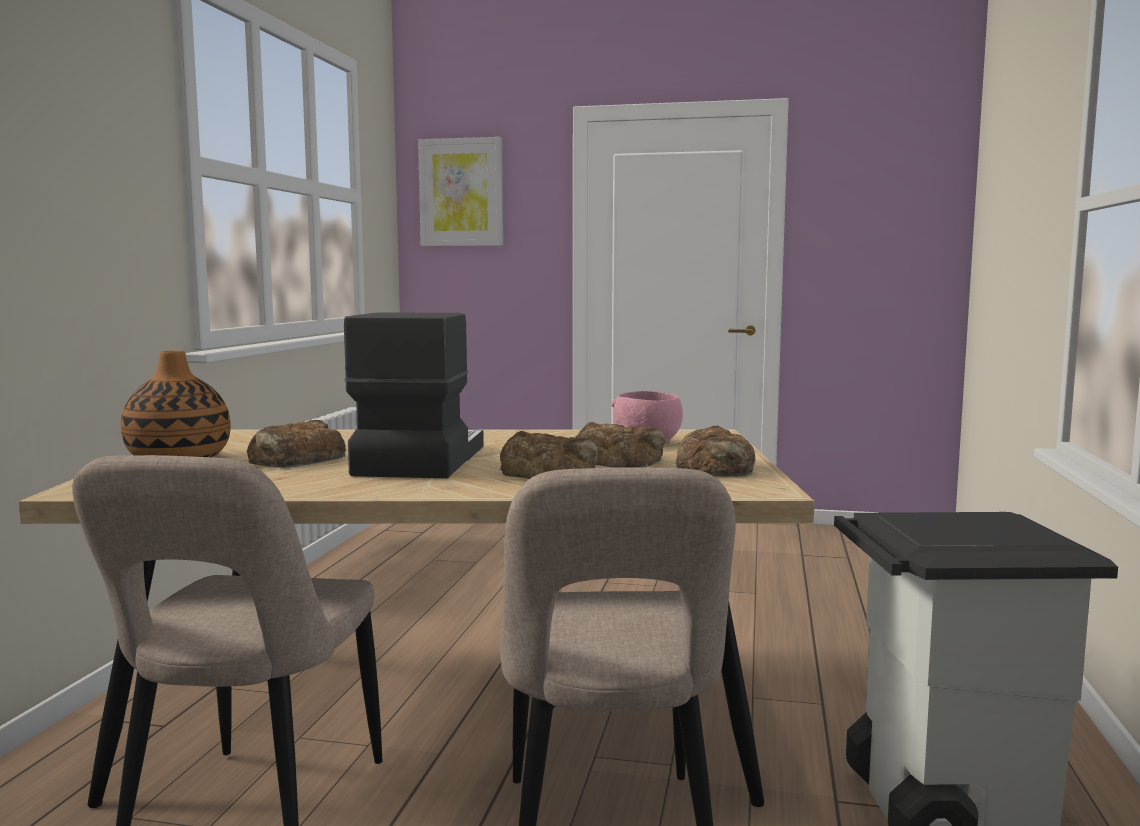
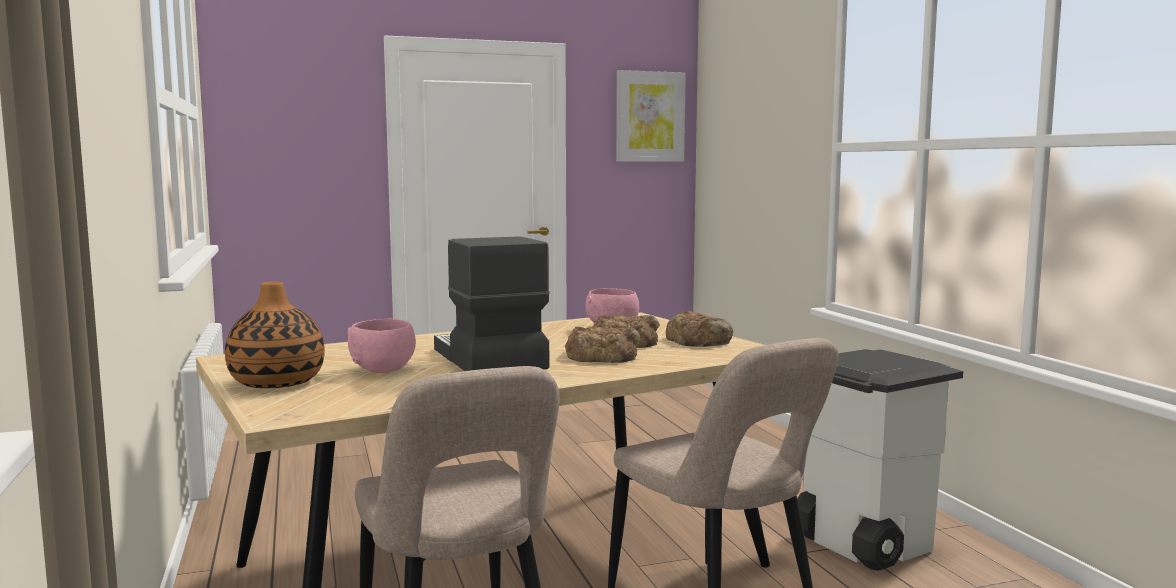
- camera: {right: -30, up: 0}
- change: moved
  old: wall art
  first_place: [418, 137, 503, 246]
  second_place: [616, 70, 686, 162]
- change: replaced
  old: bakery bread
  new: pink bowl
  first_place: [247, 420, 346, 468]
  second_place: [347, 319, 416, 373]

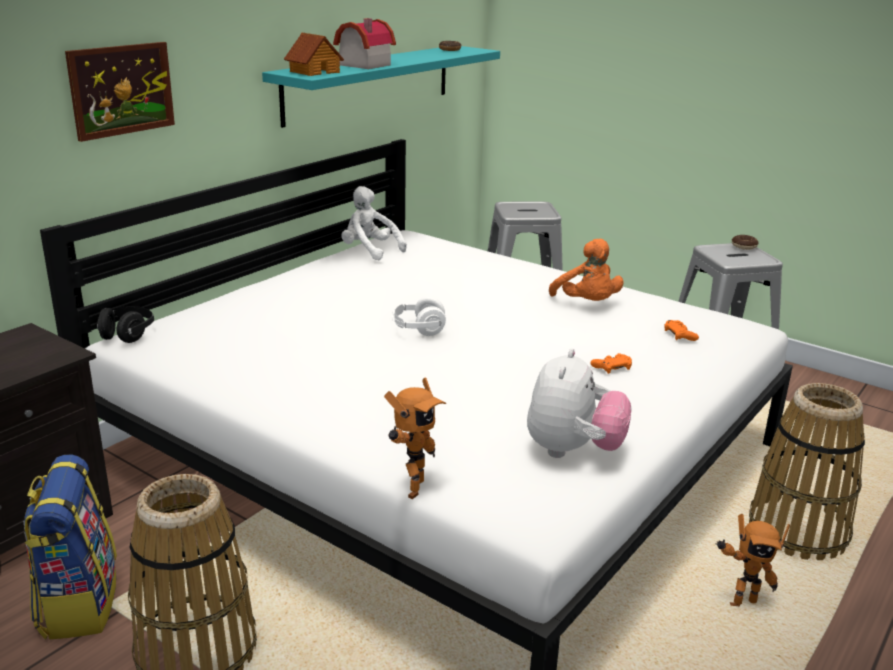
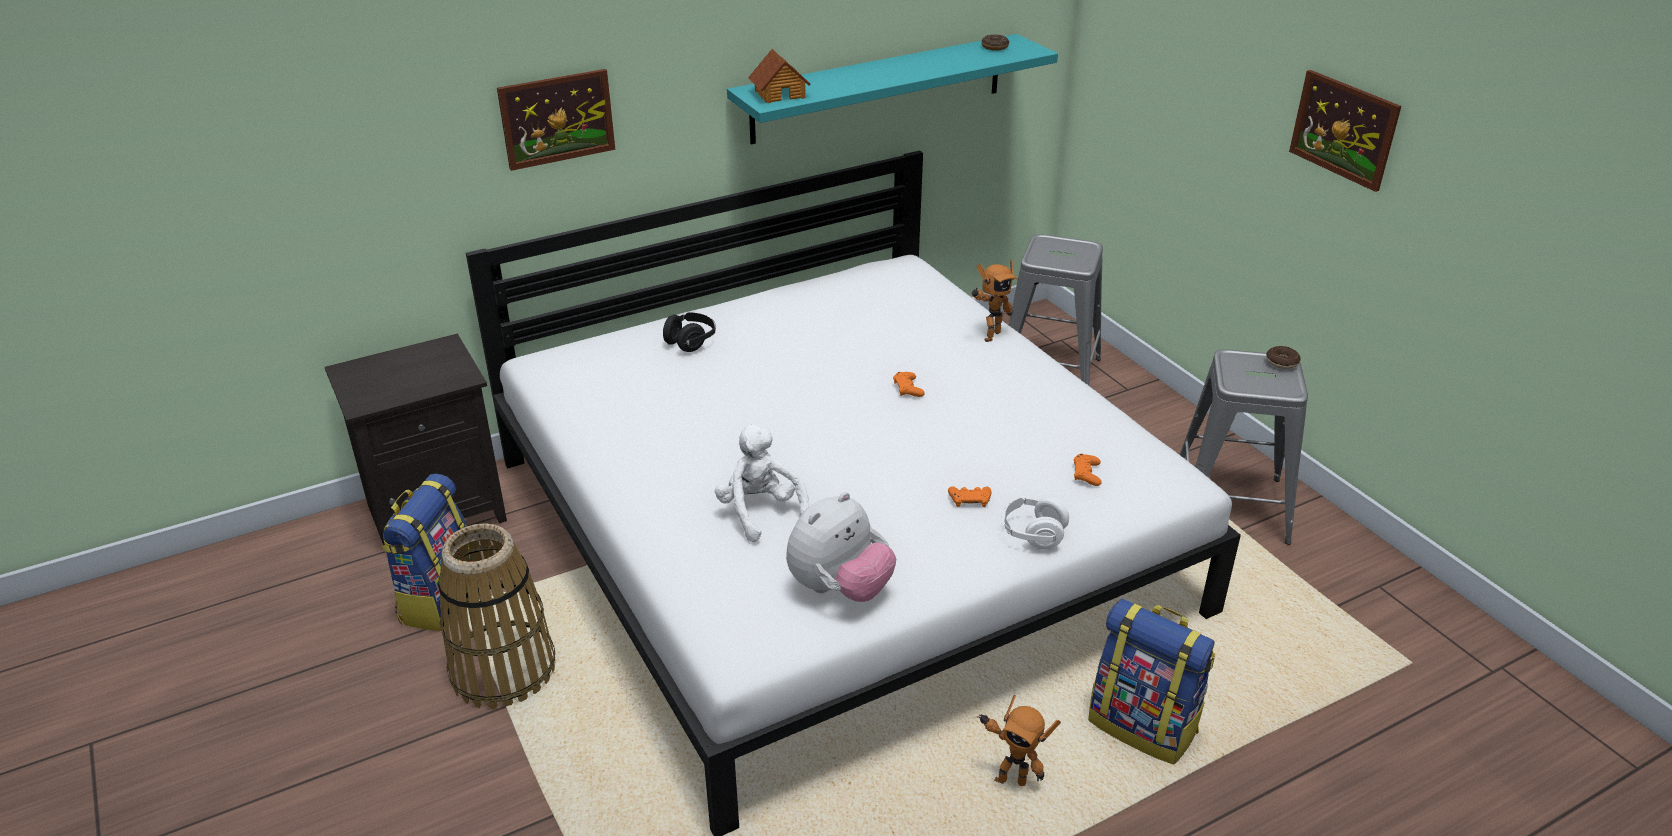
- camera: {right: 25, up: 10}
- change: removed
  old: miniature house
  first_place: [333, 18, 396, 69]
- change: moved
  old: whitish plush toy
  first_place: [341, 186, 407, 260]
  second_place: [715, 424, 809, 542]
- change: removed
  old: orange plush toy
  first_place: [549, 239, 624, 301]
- change: moved
  old: whitish headset
  first_place: [392, 297, 446, 336]
  second_place: [1001, 497, 1069, 549]
- change: moved
  old: blackish headset
  first_place: [97, 306, 154, 343]
  second_place: [663, 313, 716, 352]
- change: moved
  old: toy robot
  first_place: [384, 377, 446, 499]
  second_place: [972, 260, 1019, 342]
- change: replaced
  old: household basket
  new: backpack
  first_place: [749, 383, 865, 560]
  second_place: [1088, 599, 1215, 765]
- change: added
  new: wall art
  second_place: [1289, 70, 1401, 192]
- change: added
  new: orange game controller
  second_place: [893, 372, 925, 397]

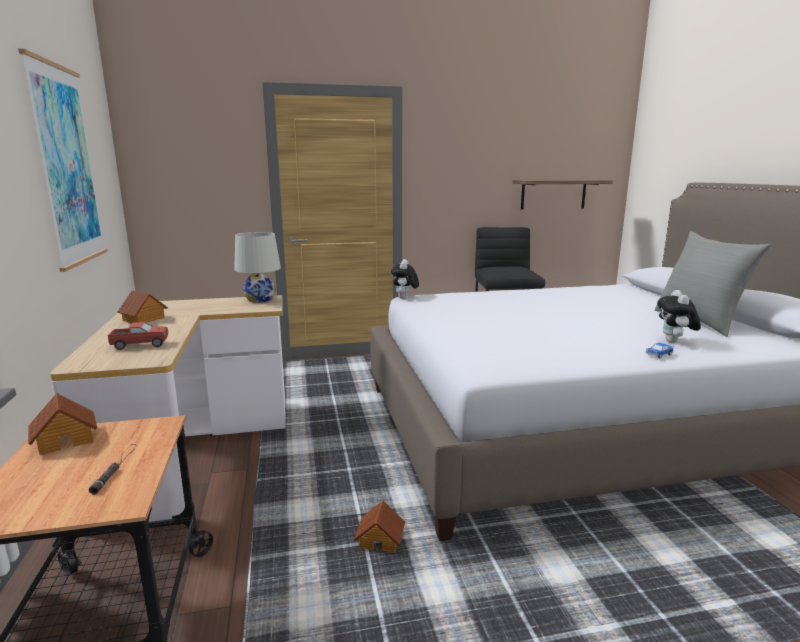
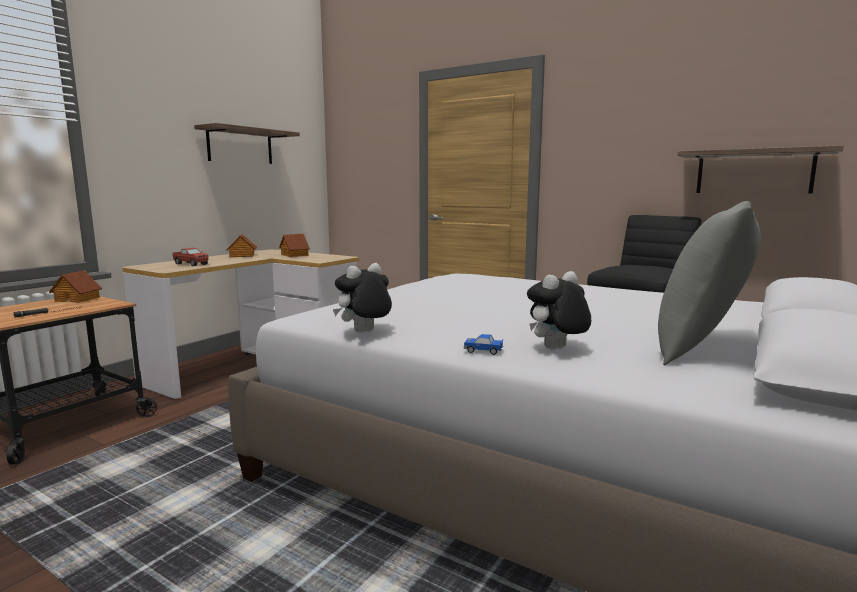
- camera: {right: 45, up: -5}
- change: replaced
  old: wall art
  new: shelf
  first_place: [18, 49, 108, 272]
  second_place: [194, 123, 300, 164]
- change: removed
  old: whitish lamp for a table
  first_place: [234, 232, 281, 303]
- change: moved
  old: plush toy
  first_place: [391, 259, 419, 299]
  second_place: [333, 263, 392, 333]
- change: moved
  old: miniature house
  first_place: [354, 500, 405, 553]
  second_place: [279, 234, 310, 257]

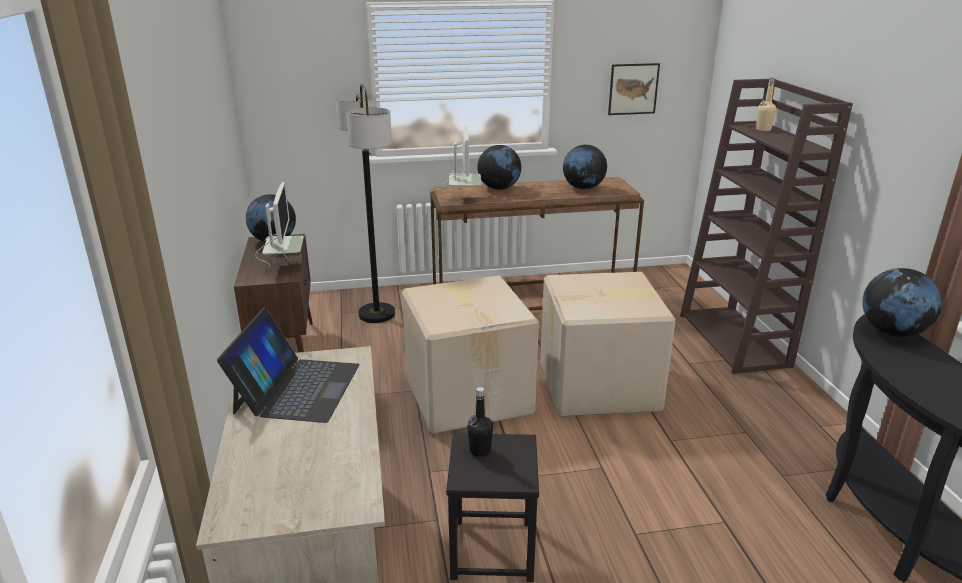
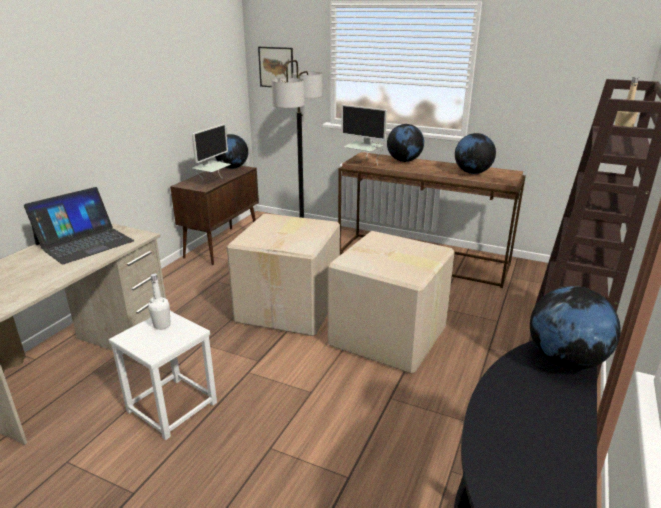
- camera: {right: 35, up: 0}
- change: moved
  old: wall art
  first_place: [608, 63, 660, 115]
  second_place: [258, 47, 293, 87]
- change: turned
  old: computer display
  first_place: [441, 125, 482, 199]
  second_place: [341, 105, 387, 165]
  degrees: 90
- change: recoloured
  old: blackish beverage bottle
  new: whitish beverage bottle
  first_place: [467, 387, 493, 457]
  second_place: [148, 273, 171, 330]
- change: recoloured
  old: blackish stool
  new: whitish stool
  first_place: [446, 433, 539, 582]
  second_place: [109, 311, 217, 440]

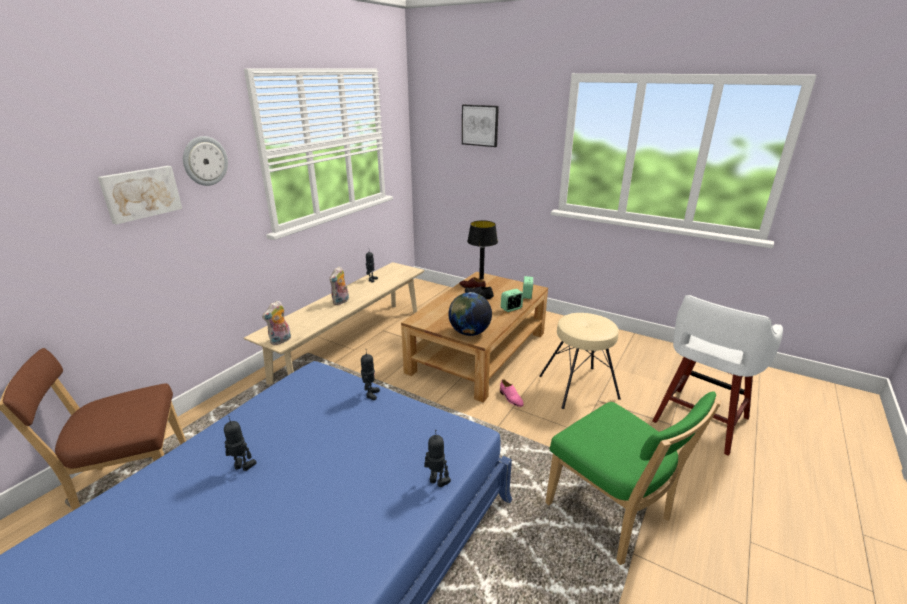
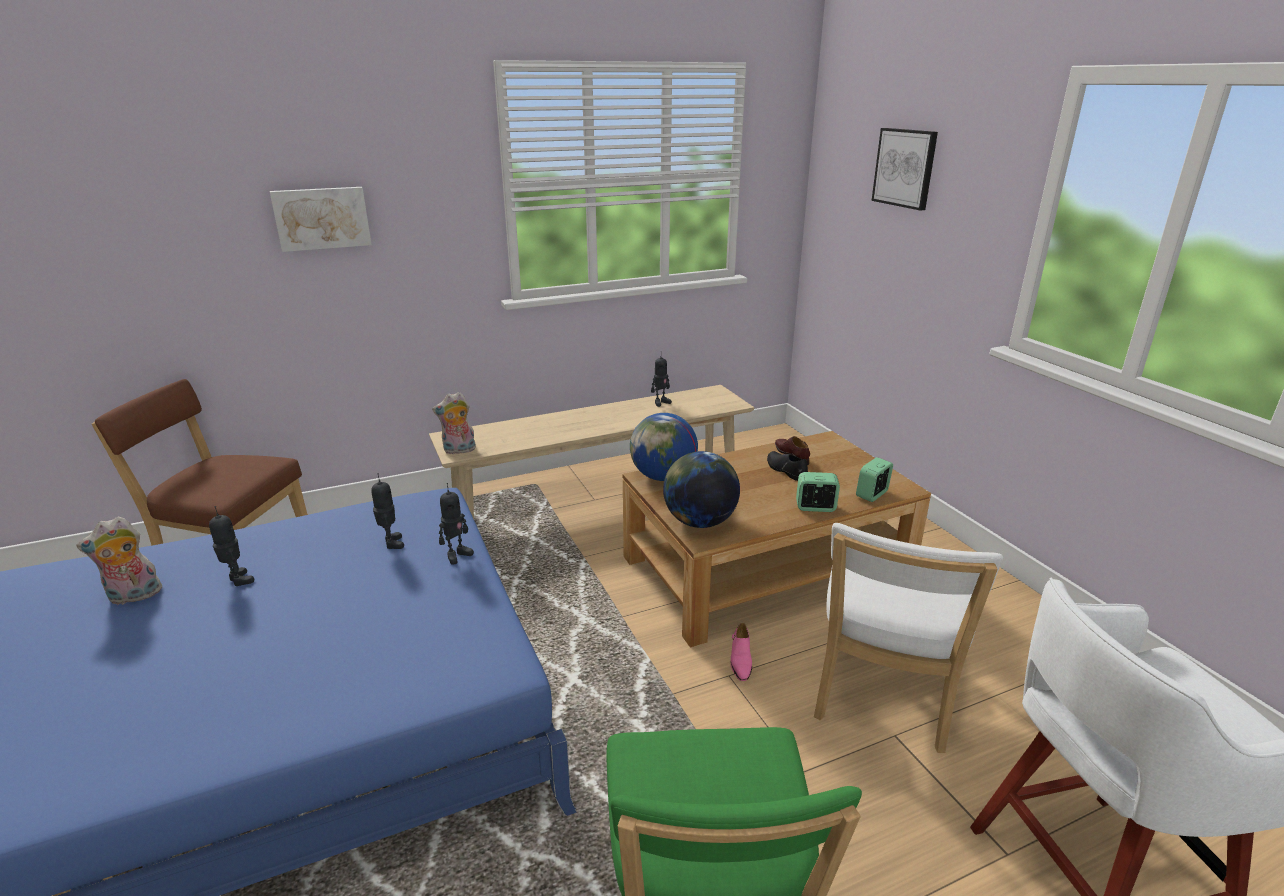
- camera: {right: 35, up: 0}
- change: removed
  old: clock on the wall
  first_place: [183, 136, 228, 186]
- change: removed
  old: blackish lamp for a table
  first_place: [467, 220, 498, 280]
- change: moved
  old: plush toy
  first_place: [329, 266, 349, 305]
  second_place: [76, 517, 162, 605]
- change: replaced
  old: sand-coloured stool
  new: whitish chair
  first_place: [539, 313, 621, 409]
  second_place: [814, 523, 1003, 753]
- change: moved
  old: toy robot
  first_place: [424, 430, 451, 487]
  second_place: [371, 473, 404, 549]
- change: added
  new: desk globe
  second_place: [630, 413, 698, 481]

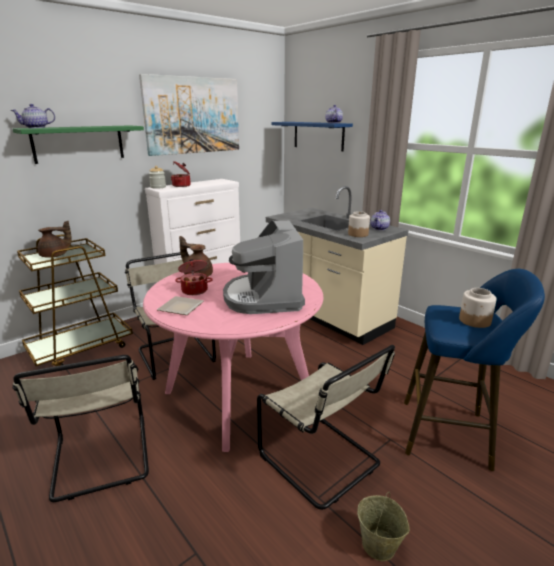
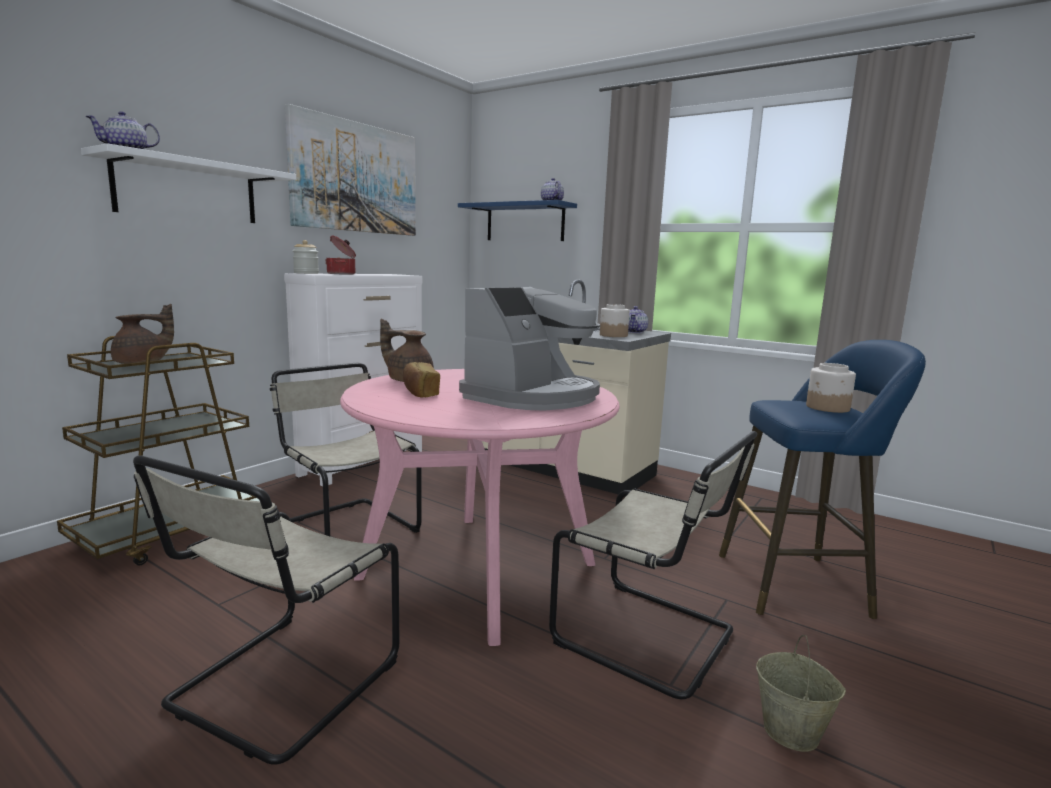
- camera: {right: -15, up: -10}
- change: recoloured
  old: greenish shelf
  new: whitish shelf
  first_place: [12, 125, 144, 164]
  second_place: [81, 143, 296, 223]
- change: turned
  old: coffee brewer
  first_place: [223, 220, 305, 314]
  second_place: [459, 287, 600, 410]
  degrees: -120
- change: replaced
  old: cooking pot
  new: bakery bread
  first_place: [175, 259, 213, 295]
  second_place: [403, 362, 440, 398]
- change: removed
  old: dinner plate
  first_place: [157, 296, 204, 315]
- change: turned
  old: sand-coloured chair
  first_place: [13, 355, 149, 502]
  second_place: [133, 455, 399, 765]
  degrees: 60

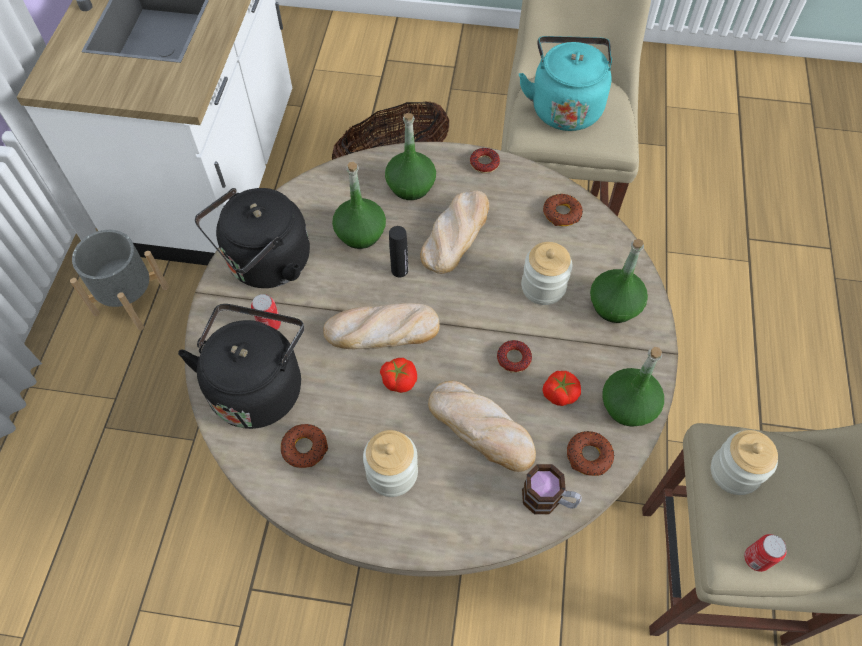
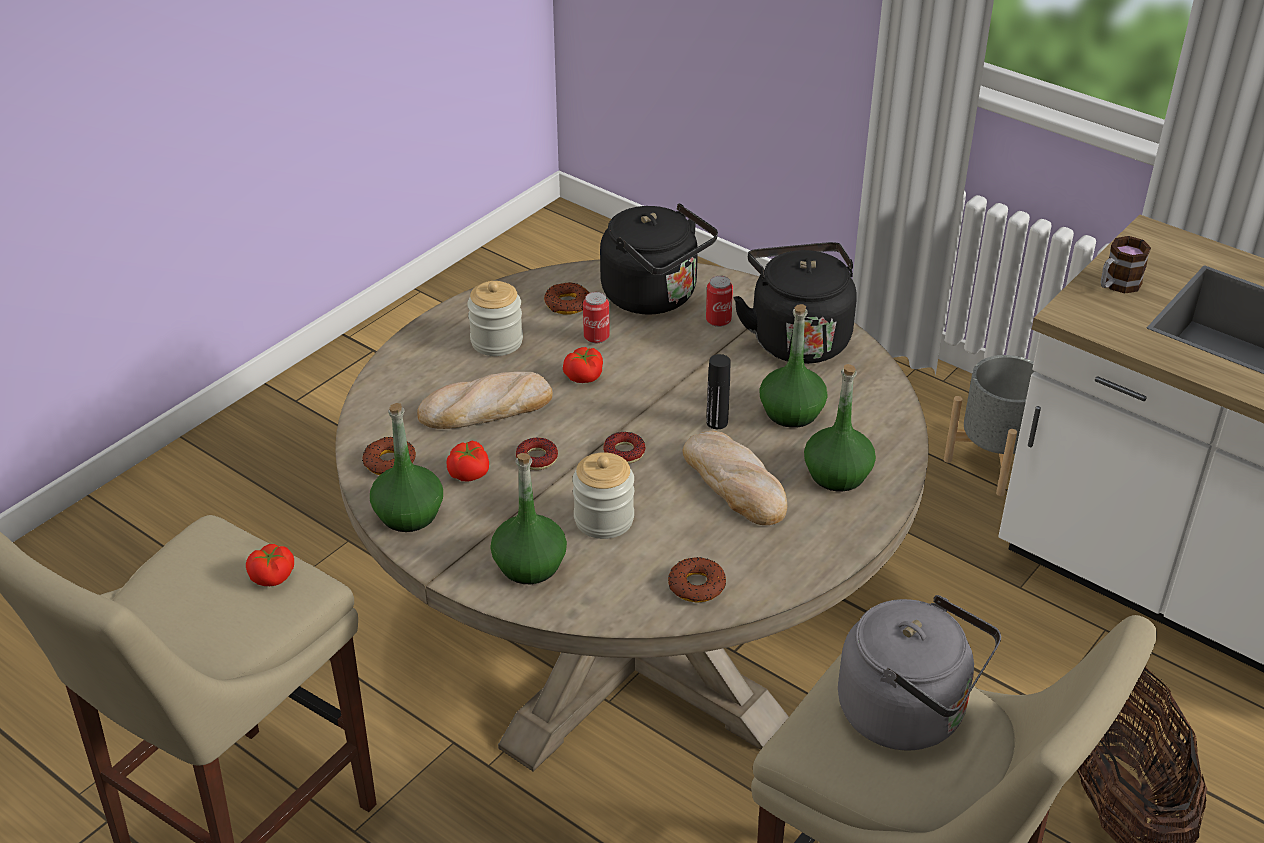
- camera: {right: 120, up: -20}
- change: recoloured
  old: turquoise tea kettle
  new: greyish tea kettle
  first_place: [519, 36, 612, 131]
  second_place: [838, 595, 1001, 750]
- change: moved
  old: donut
  first_place: [470, 148, 500, 173]
  second_place: [603, 432, 645, 464]
- change: removed
  old: bakery bread
  first_place: [323, 303, 440, 349]
- change: replaced
  old: jar
  new: tomato
  first_place: [711, 430, 778, 495]
  second_place: [246, 544, 294, 586]
- change: moved
  old: tea mug
  first_place: [522, 464, 582, 514]
  second_place: [1100, 236, 1151, 294]
- change: moved
  old: can
  first_place: [744, 534, 787, 572]
  second_place: [583, 292, 610, 343]

